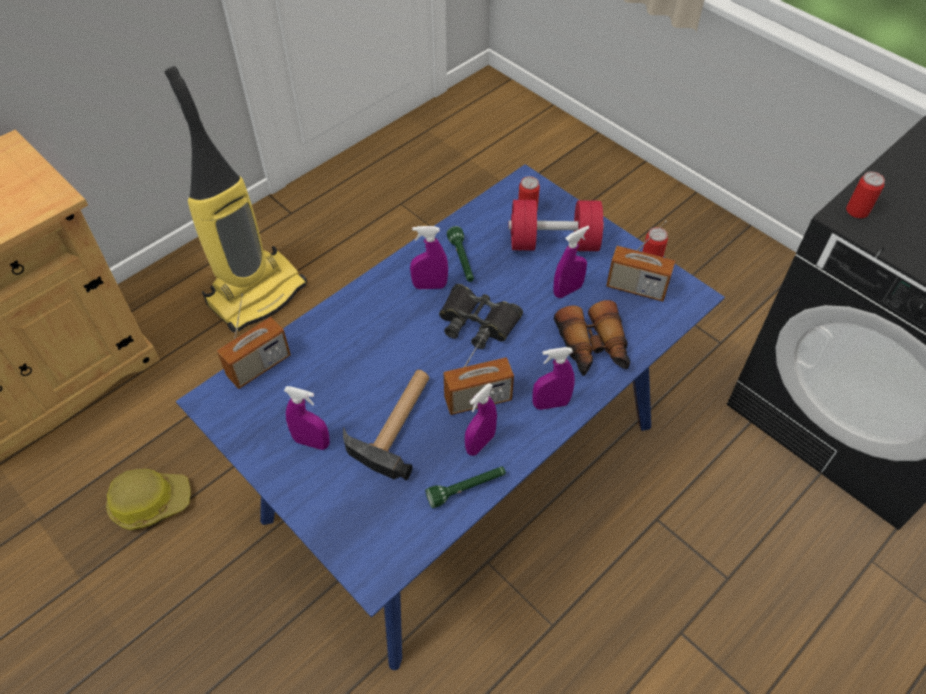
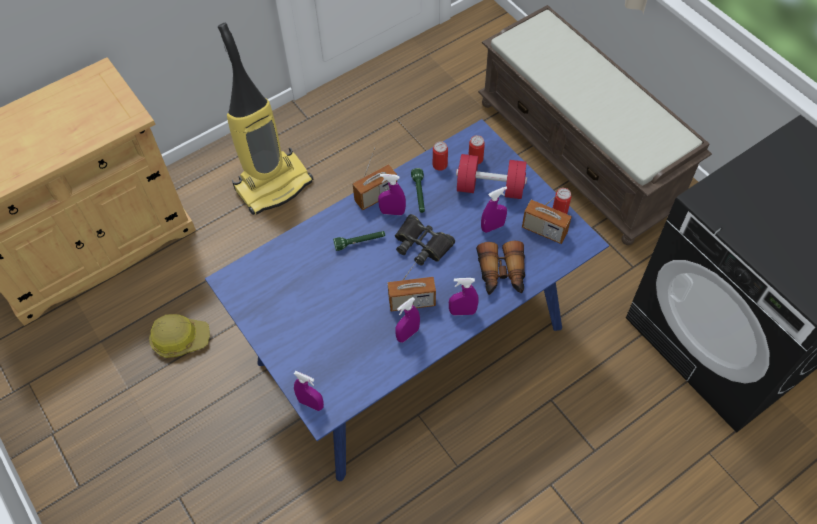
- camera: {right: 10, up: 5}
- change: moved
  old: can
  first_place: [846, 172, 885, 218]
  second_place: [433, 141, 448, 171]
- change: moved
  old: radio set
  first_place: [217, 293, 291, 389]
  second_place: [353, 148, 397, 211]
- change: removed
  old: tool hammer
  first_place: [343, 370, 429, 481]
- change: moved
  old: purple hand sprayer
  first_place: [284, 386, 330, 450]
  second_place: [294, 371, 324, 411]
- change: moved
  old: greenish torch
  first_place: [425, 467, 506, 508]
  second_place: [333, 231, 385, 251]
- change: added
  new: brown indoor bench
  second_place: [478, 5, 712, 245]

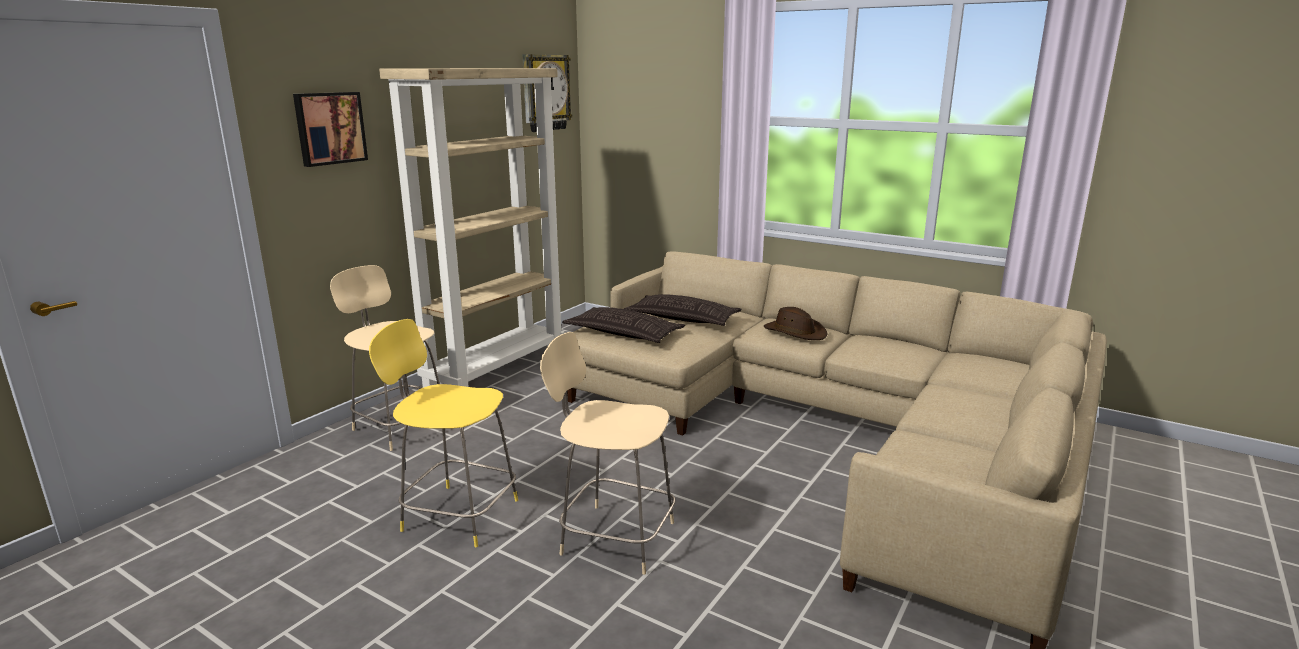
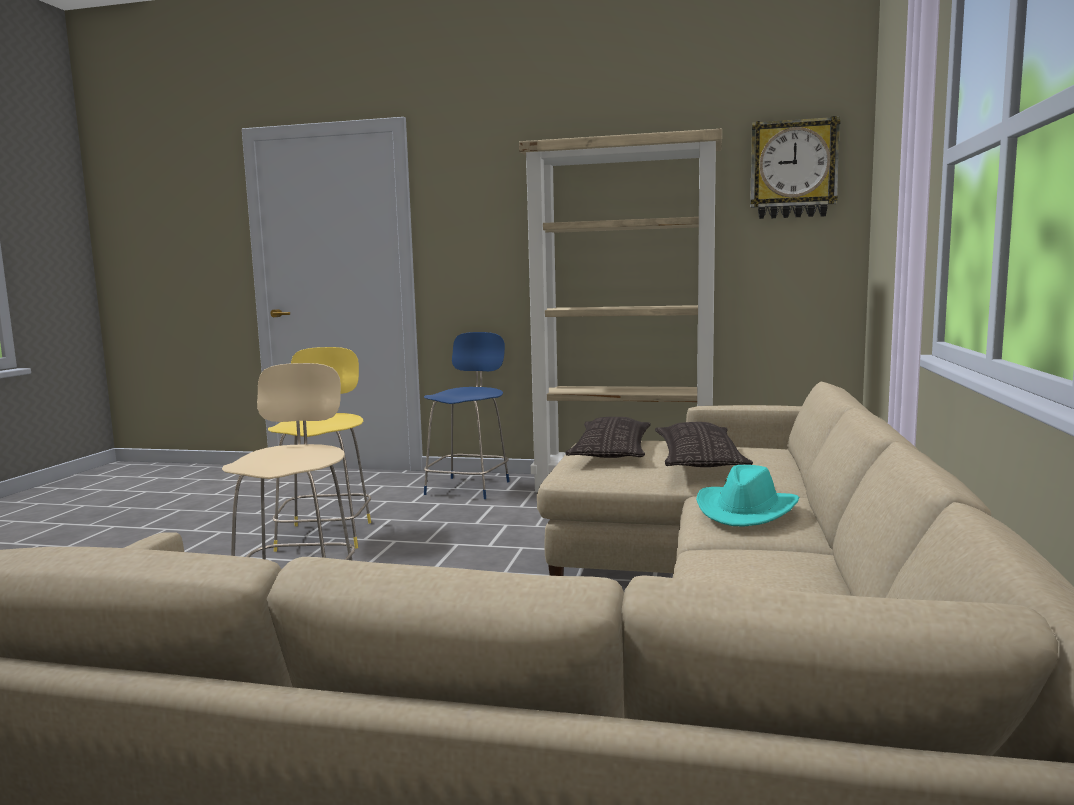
- camera: {right: 70, up: -10}
- change: removed
  old: wall art
  first_place: [293, 92, 368, 167]
- change: recoloured
  old: sand-coloured stool
  new: blue-coloured stool
  first_place: [330, 265, 440, 451]
  second_place: [424, 332, 510, 499]
- change: recoloured
  old: brown hat
  new: turquoise hat
  first_place: [764, 307, 828, 340]
  second_place: [696, 465, 799, 526]

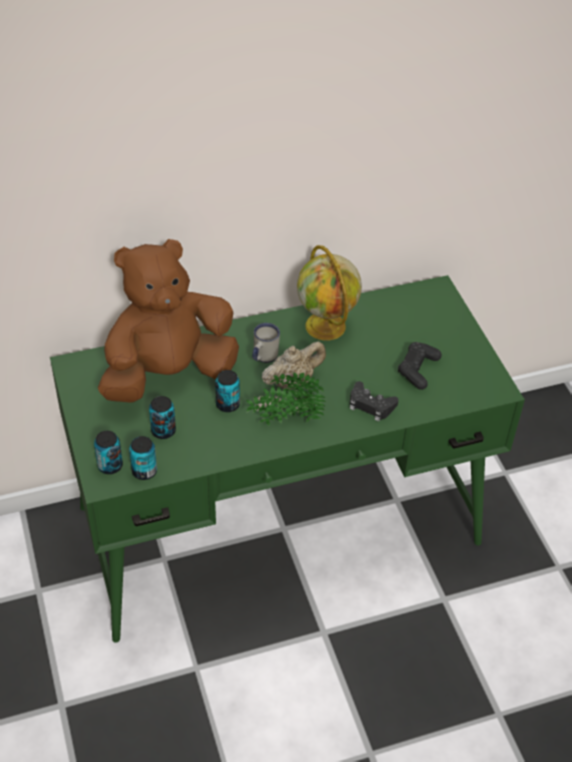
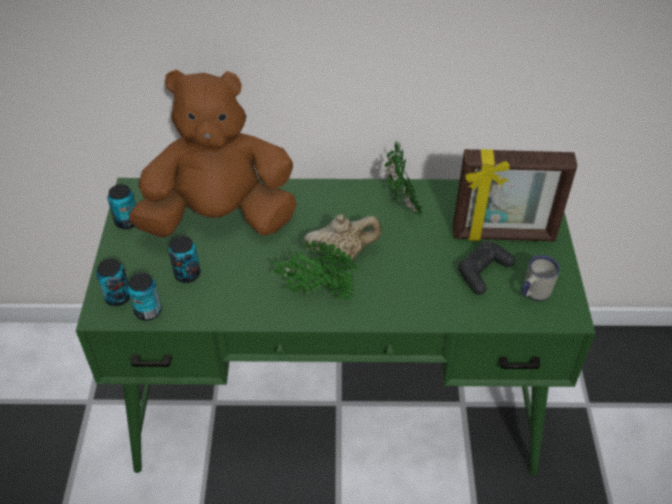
- camera: {right: 20, up: 0}
- change: replaced
  old: desk globe
  new: plant in a pot
  first_place: [297, 245, 362, 341]
  second_place: [385, 142, 424, 217]
- change: moved
  old: whitish tea mug
  first_place: [252, 323, 280, 363]
  second_place: [521, 255, 560, 301]
- change: moved
  old: can
  first_place: [215, 370, 240, 412]
  second_place: [108, 184, 136, 229]
- change: removed
  old: blackish game controller
  first_place: [350, 381, 398, 422]
- change: added
  new: picture frame
  second_place: [453, 149, 578, 241]

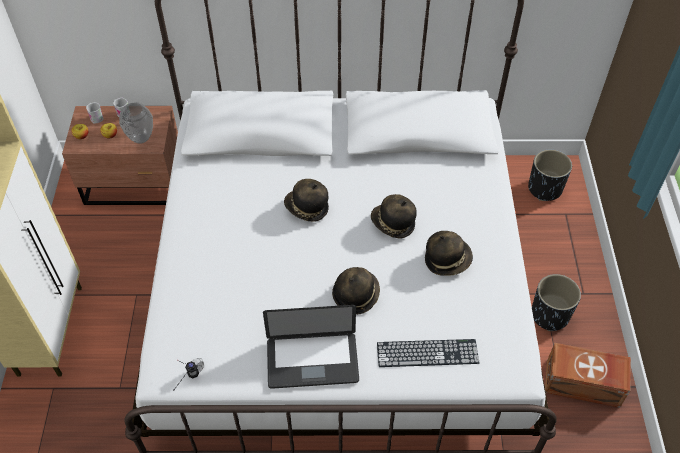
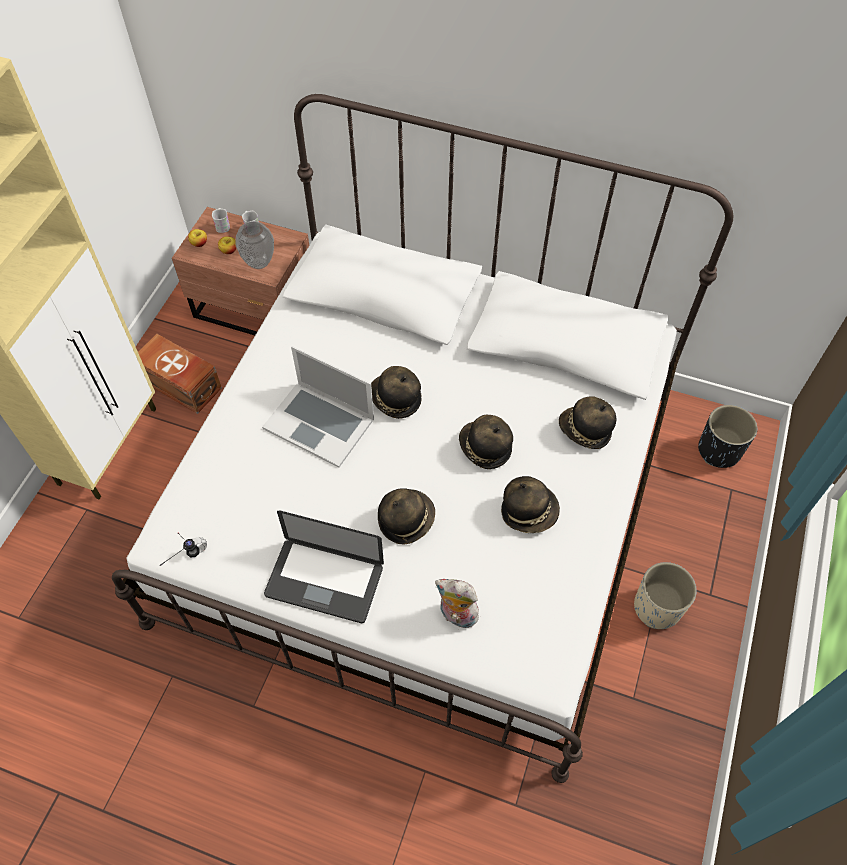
- camera: {right: 20, up: 5}
- change: recoloured
  old: blackish planter
  new: sand-coloured planter
  first_place: [532, 274, 581, 331]
  second_place: [634, 562, 697, 629]
- change: replaced
  old: keyboard
  new: plush toy
  first_place: [377, 339, 479, 367]
  second_place: [435, 579, 481, 628]
- change: moved
  old: brown storage container
  first_place: [545, 343, 631, 408]
  second_place: [138, 334, 222, 414]
- change: added
  new: notebook computer
  second_place: [262, 346, 374, 468]
- change: added
  new: hat
  second_place: [559, 396, 616, 449]

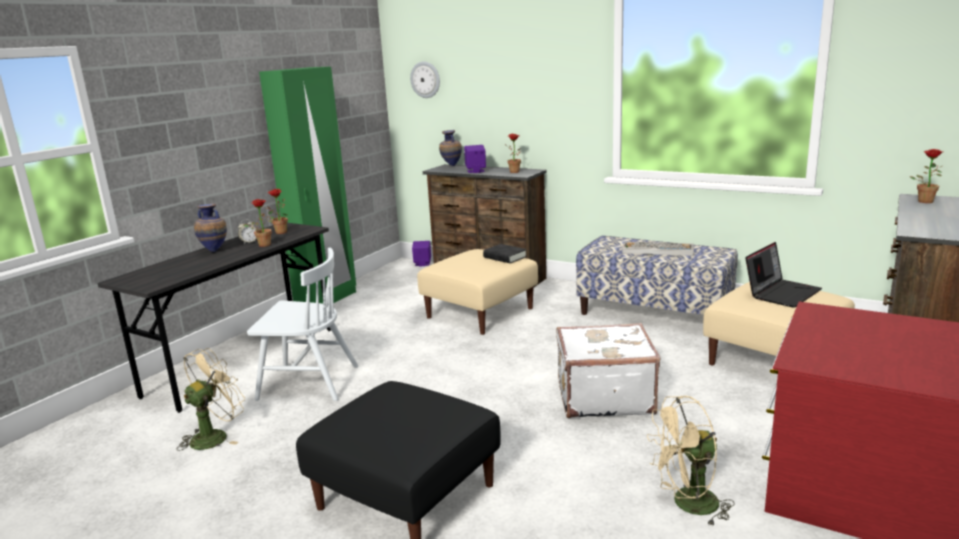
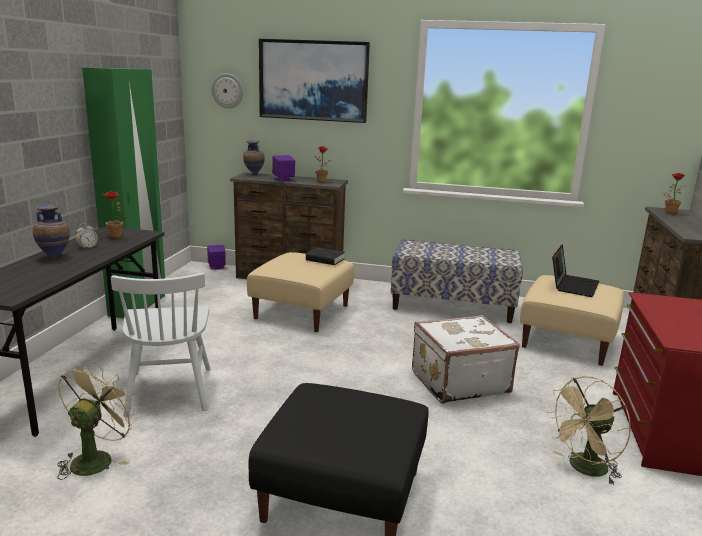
- camera: {right: -20, up: 0}
- change: removed
  old: plant in a pot
  first_place: [243, 199, 274, 247]
- change: removed
  old: keyboard
  first_place: [622, 242, 694, 256]
- change: turned
  old: whitish chair
  first_place: [247, 248, 359, 401]
  second_place: [111, 273, 210, 417]
  degrees: 90
- change: added
  new: wall art
  second_place: [259, 39, 370, 123]

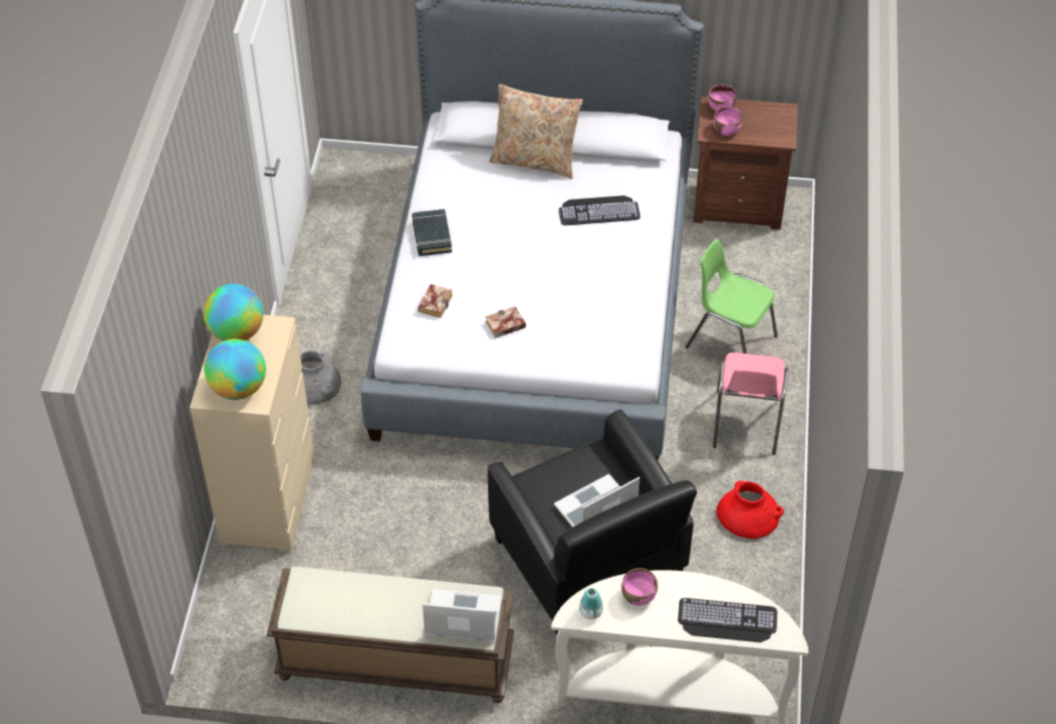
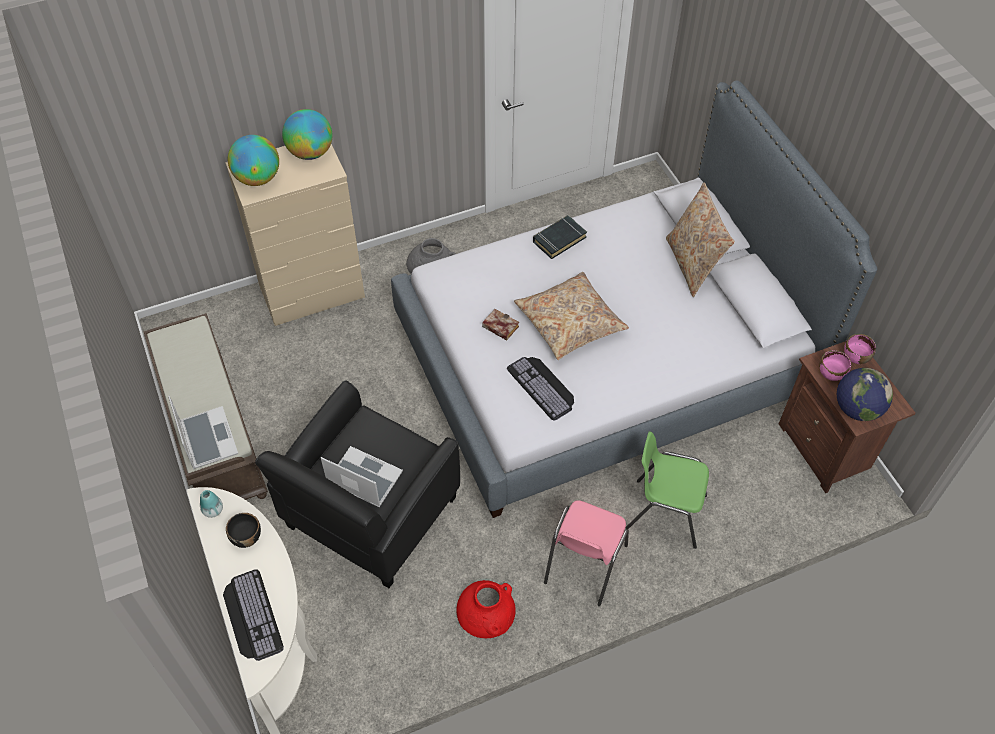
- camera: {right: 60, up: 5}
- change: moved
  old: keyboard
  first_place: [559, 196, 641, 225]
  second_place: [507, 357, 574, 421]
- change: turned
  old: greenish chair
  first_place: [685, 239, 778, 354]
  second_place: [626, 432, 709, 549]
  degrees: -75
- change: removed
  old: bound book
  first_place: [418, 284, 453, 318]
- change: turned
  old: pink chair
  first_place: [713, 352, 789, 455]
  second_place: [544, 500, 629, 606]
  degrees: -45
- change: recoloured
  old: pink bowl
  new: blackish bowl
  first_place: [621, 568, 658, 606]
  second_place: [226, 513, 261, 548]
- change: added
  new: sand-coloured throw pillow
  second_place: [514, 272, 629, 360]
- change: added
  new: desk globe
  second_place: [837, 368, 893, 421]

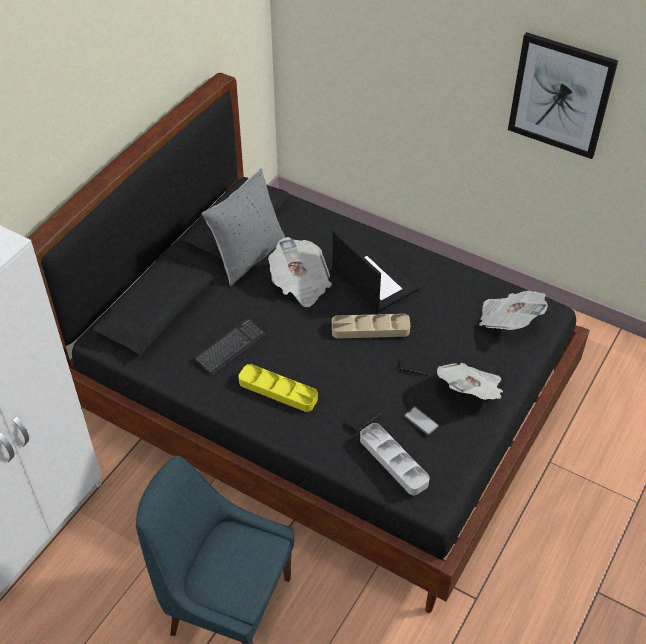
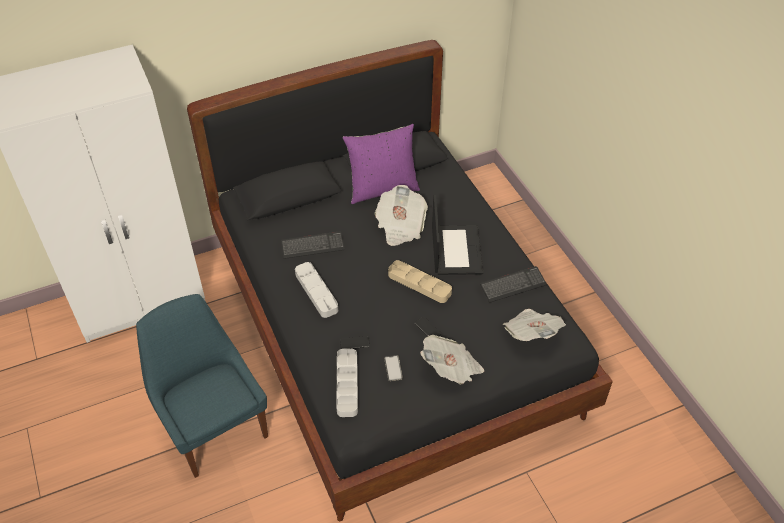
- camera: {right: 35, up: 0}
- change: removed
  old: wall art
  first_place: [508, 32, 618, 159]
- change: recoloured
  old: greyish throw pillow
  new: purple throw pillow
  first_place: [201, 168, 285, 286]
  second_place: [343, 124, 420, 204]
- change: recoloured
  old: yellow-coloured carrying tray
  new: greyish carrying tray
  first_place: [239, 364, 318, 412]
  second_place: [295, 262, 338, 318]
- change: added
  new: keyboard
  second_place: [480, 266, 547, 303]

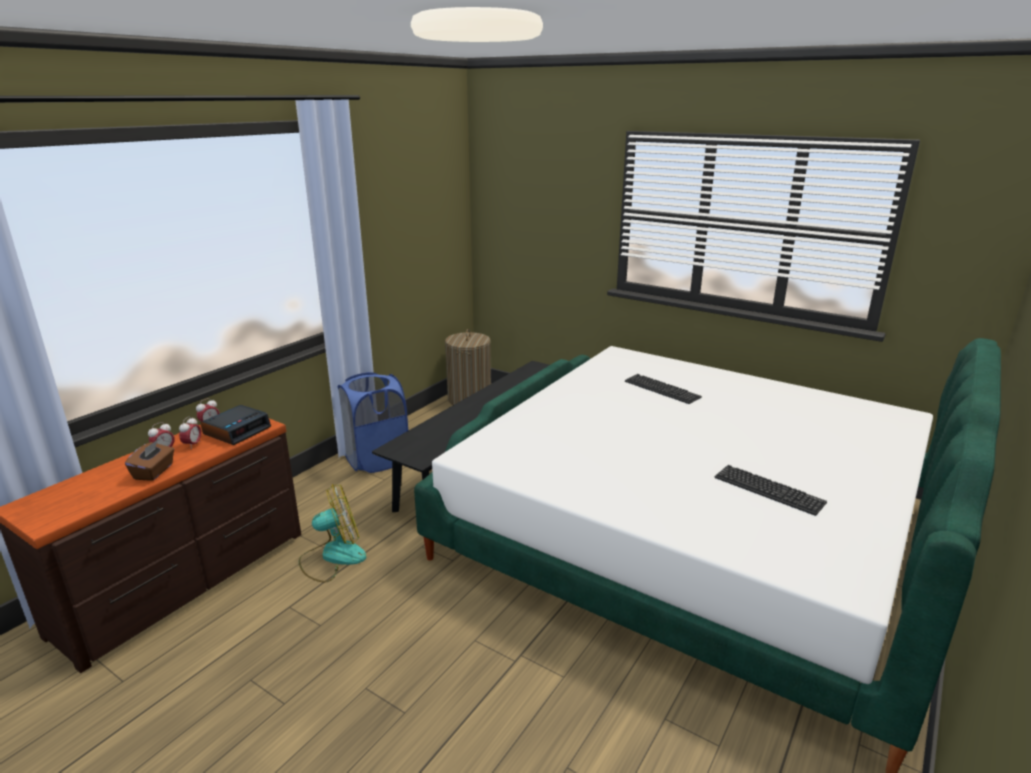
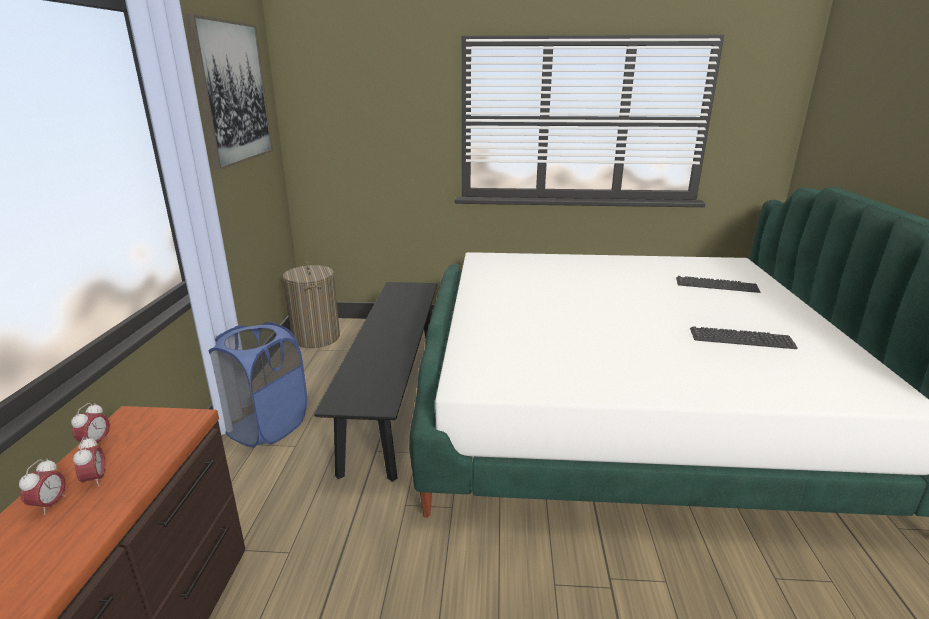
- camera: {right: -30, up: 0}
- change: moved
  old: keyboard
  first_place: [625, 374, 702, 404]
  second_place: [676, 276, 760, 293]
- change: removed
  old: bedside clock
  first_place: [201, 405, 271, 445]
- change: removed
  old: brown tissue box
  first_place: [125, 439, 174, 481]
- change: removed
  old: electric fan
  first_place: [299, 484, 367, 583]
- change: added
  new: wall art
  second_place: [186, 14, 273, 170]

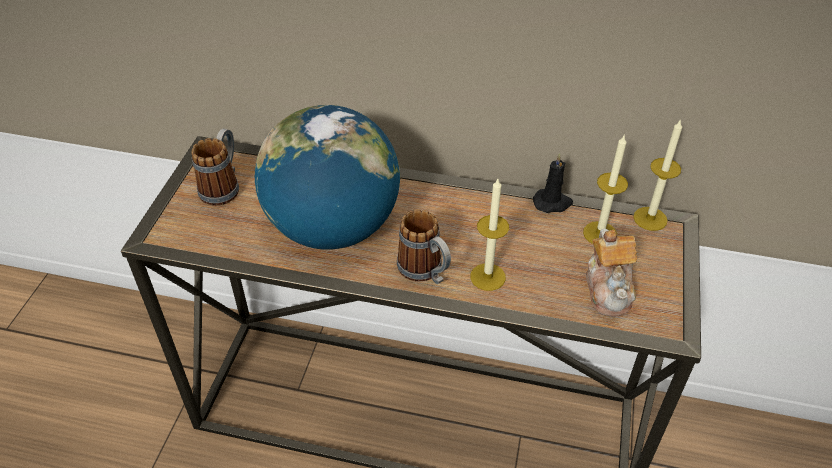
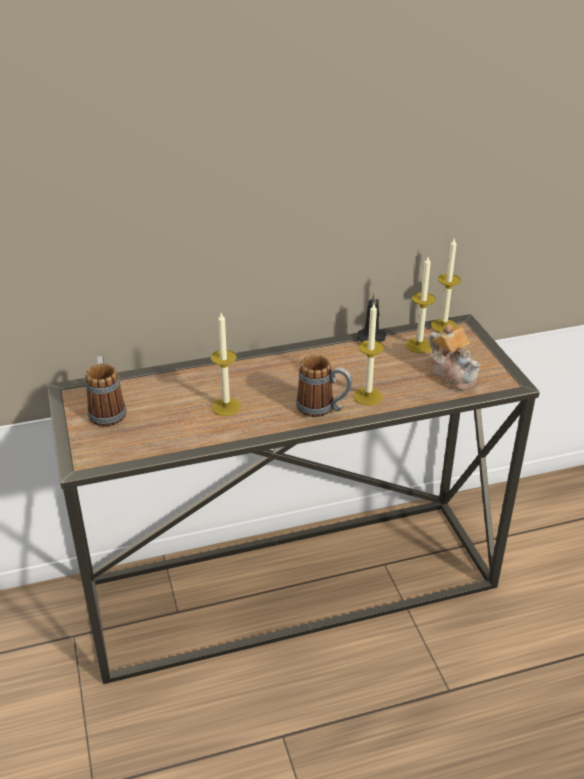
- camera: {right: -30, up: -10}
- change: replaced
  old: desk globe
  new: candle
  first_place: [255, 105, 400, 250]
  second_place: [211, 313, 241, 416]

